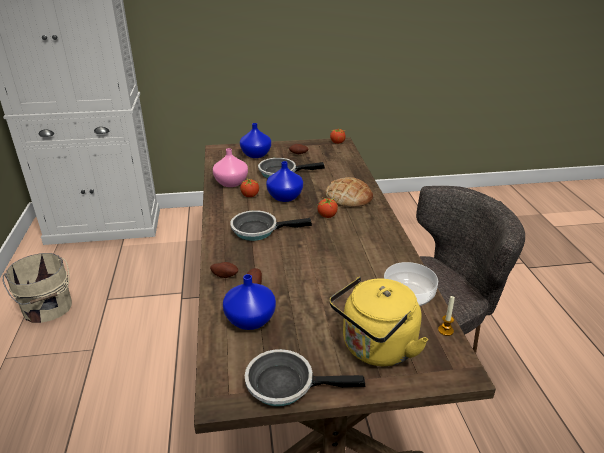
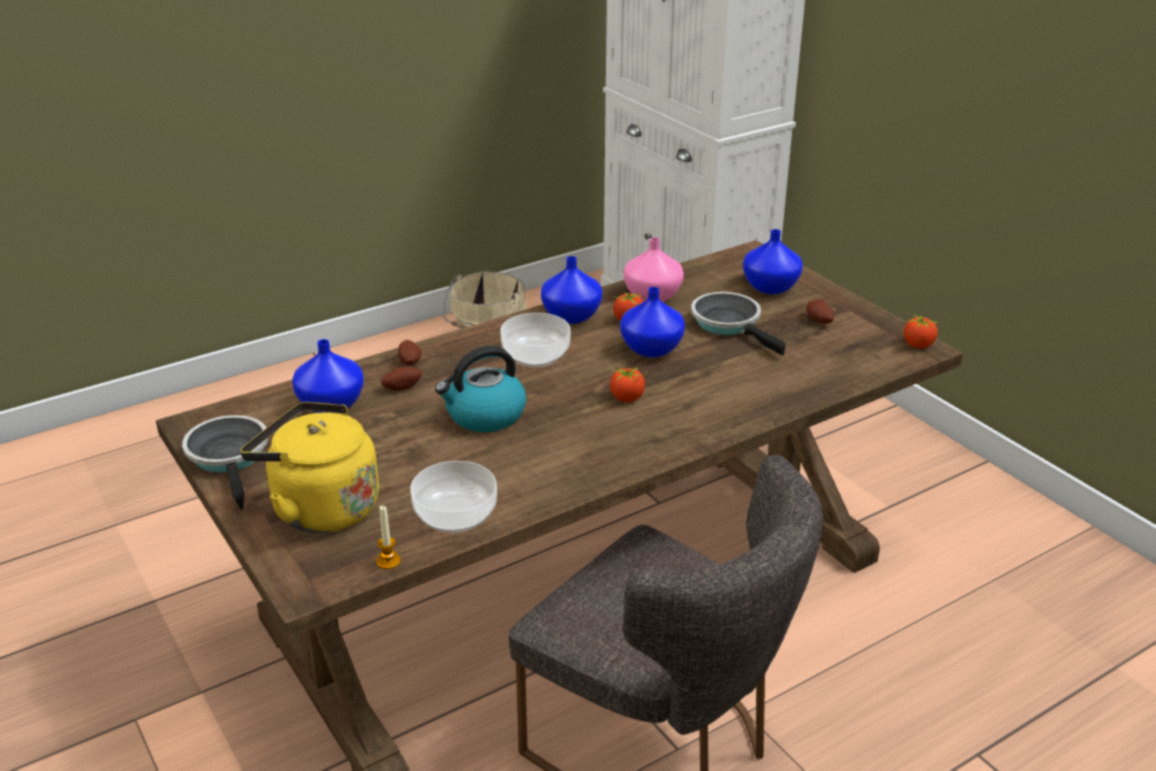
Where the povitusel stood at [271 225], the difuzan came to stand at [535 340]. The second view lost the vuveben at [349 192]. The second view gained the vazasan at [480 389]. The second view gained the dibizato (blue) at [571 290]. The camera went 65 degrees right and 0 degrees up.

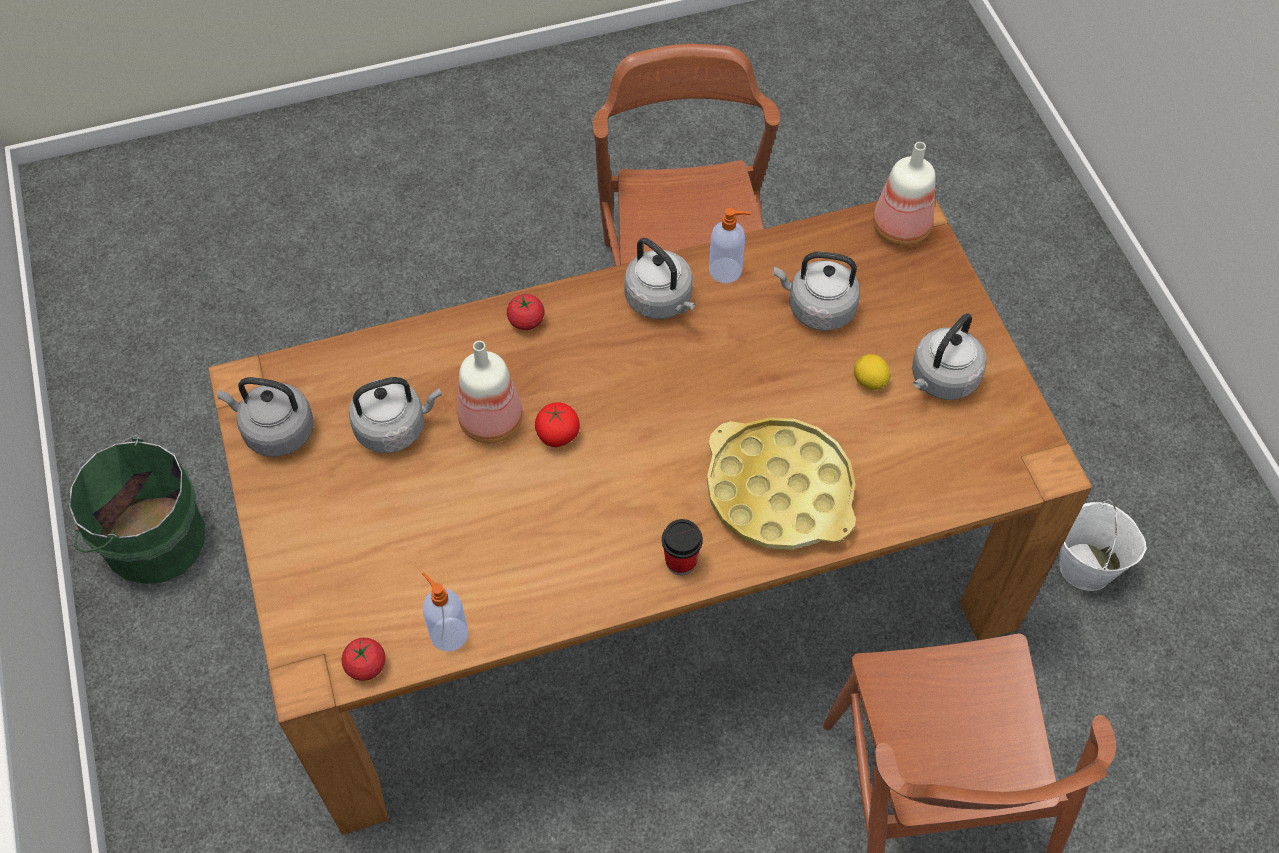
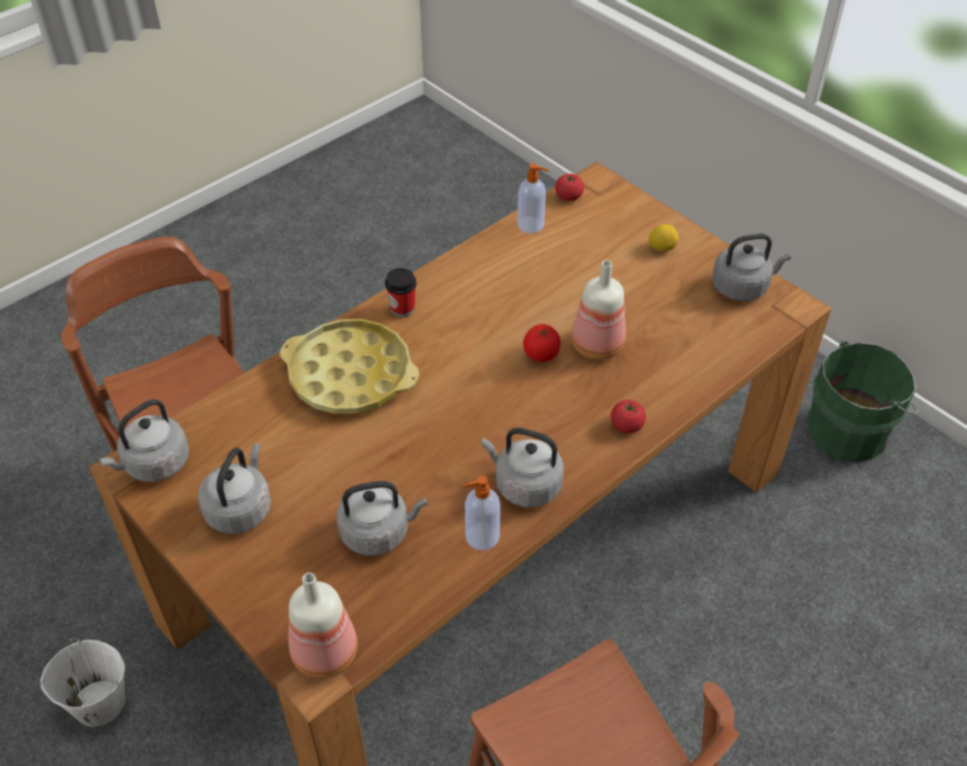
The vazasan (grey) ended up elsewhere, having gone from [395 415] to [143 440]. The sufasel ended up elsewhere, having gone from [872 372] to [663 238]. The camera went 155 degrees right and 10 degrees down.

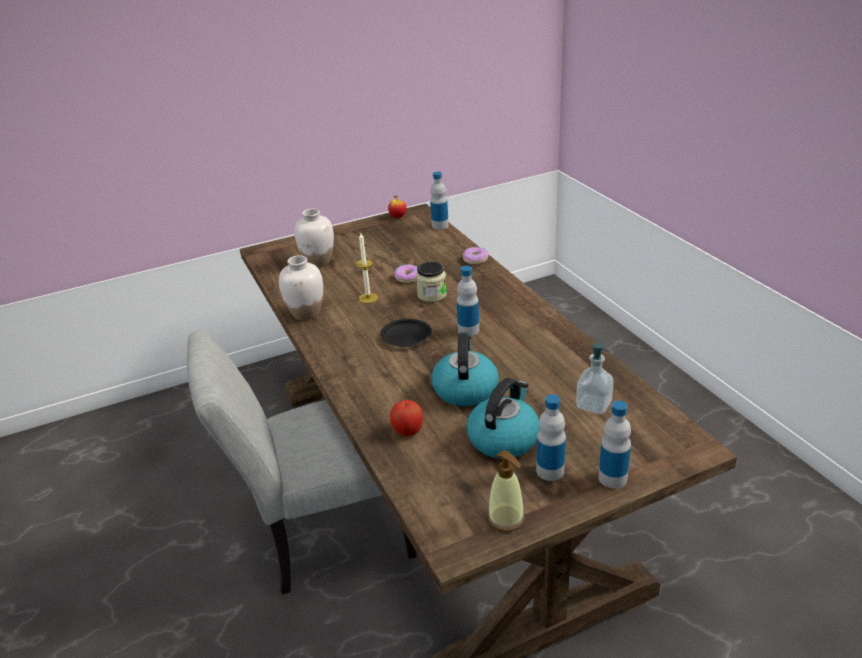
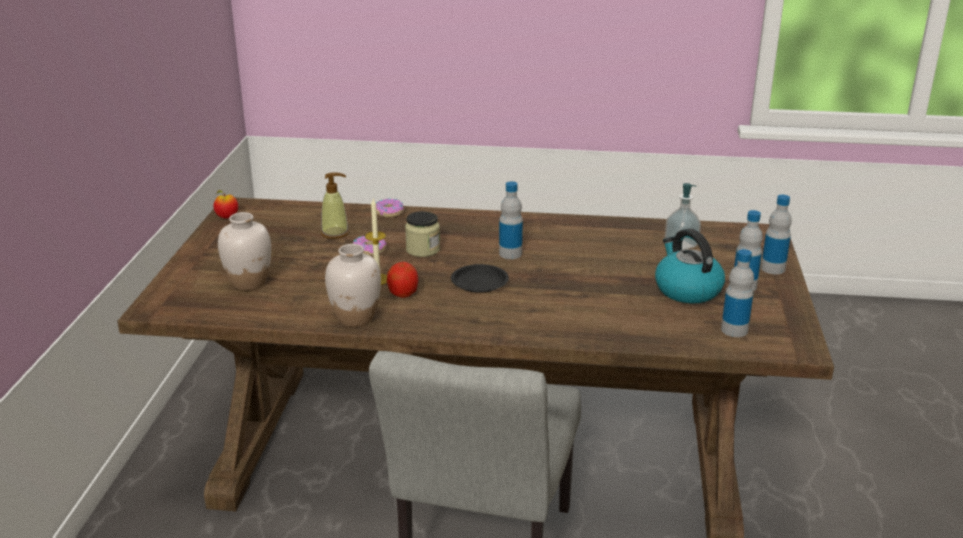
The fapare ended up elsewhere, having gone from [406 418] to [402 280]. The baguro ended up elsewhere, having gone from [439 201] to [737 293]. The second view lost the vazasan at [465 369]. The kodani ended up elsewhere, having gone from [506 491] to [335 206]. The camera went 60 degrees left and 5 degrees down.

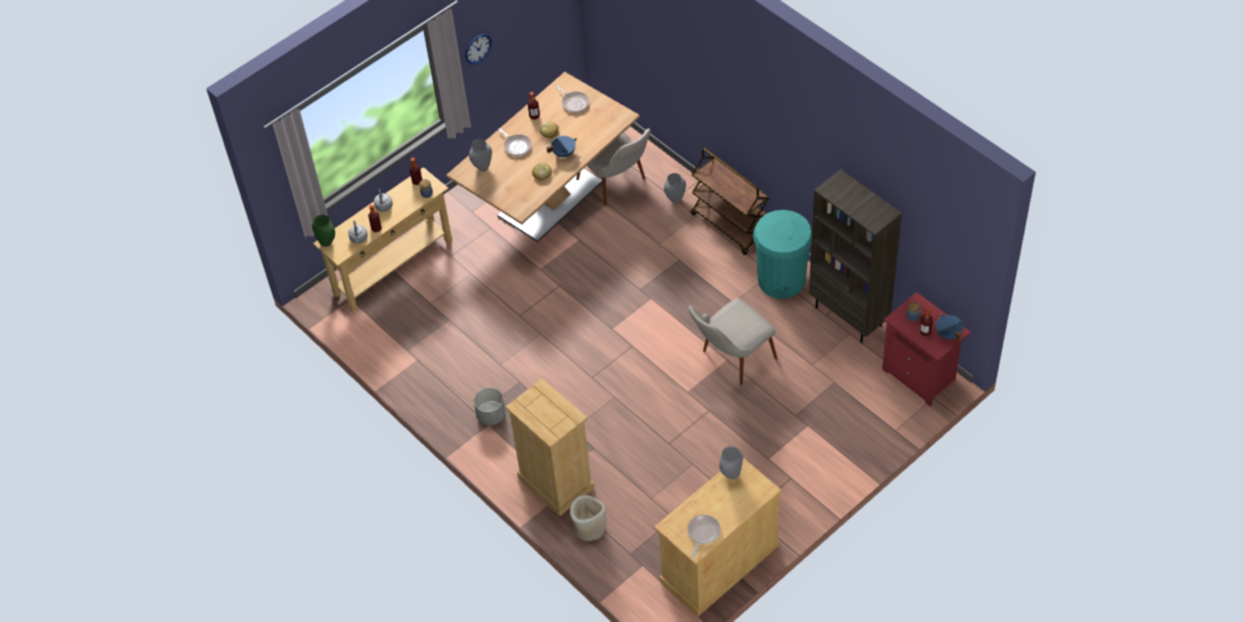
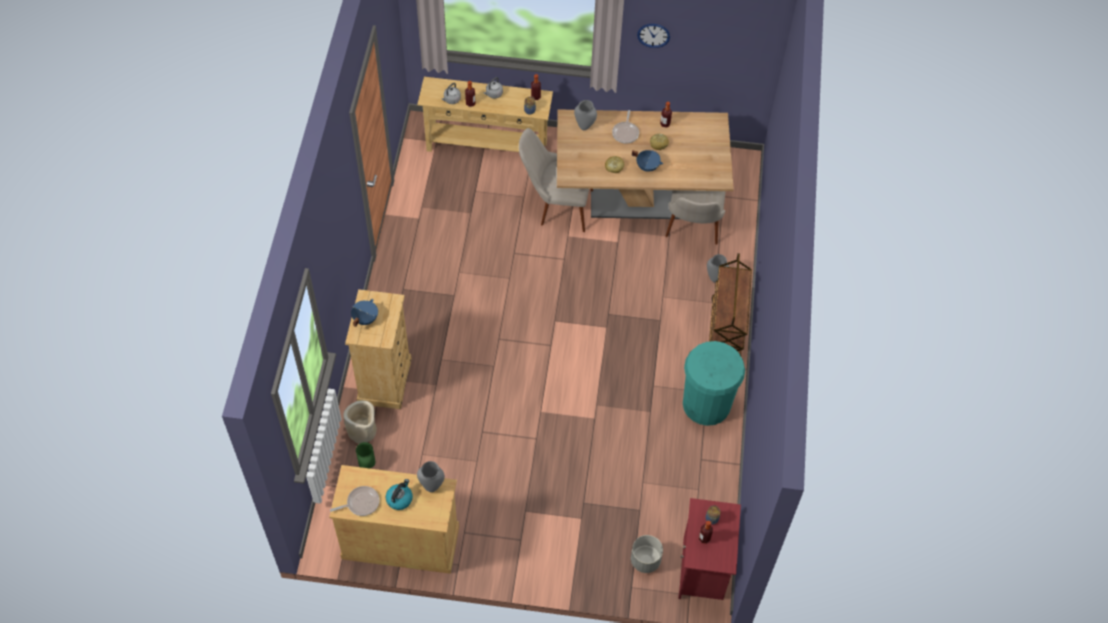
The dibizato (green) ended up elsewhere, having gone from [323 231] to [365 455]. The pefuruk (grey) ended up elsewhere, having gone from [490 406] to [647 554]. The second view lost the povitusel at [572 99]. The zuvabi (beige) ended up elsewhere, having gone from [732 341] to [556 180]. The second view lost the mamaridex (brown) at [855 256]. The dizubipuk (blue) ended up elsewhere, having gone from [949 327] to [364 313]. The second view gained the vazasan at [399 494]. The camera went 45 degrees right and 5 degrees up.

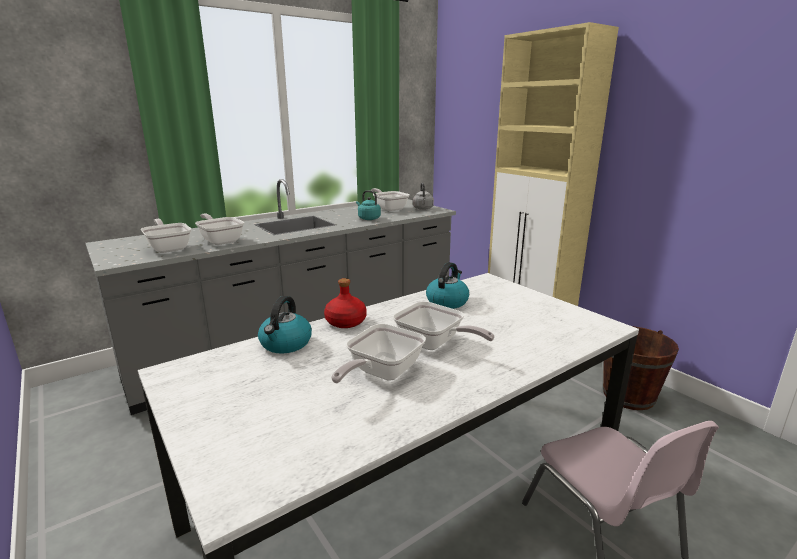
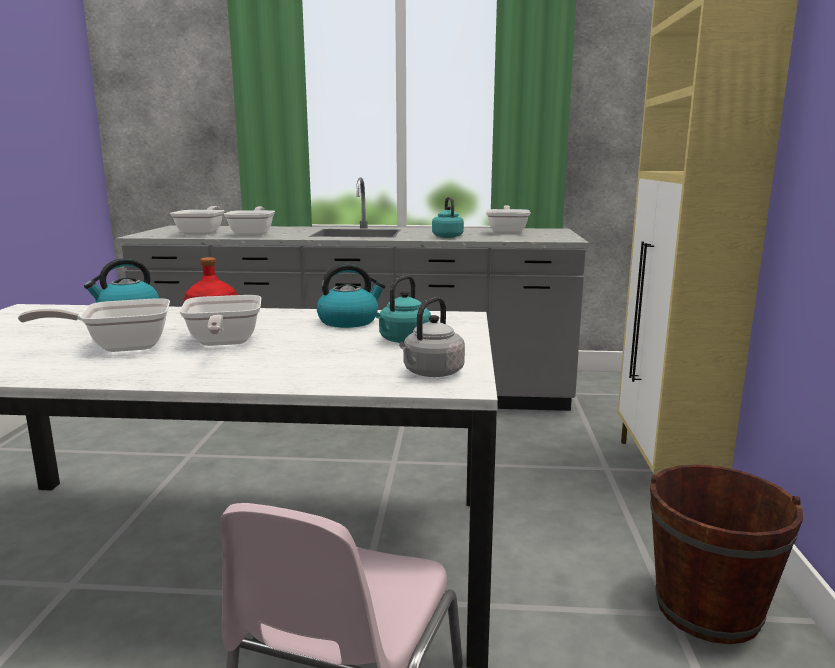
The vazasan (grey) ended up elsewhere, having gone from [423 196] to [432 337]. The second view gained the vazasan (turquoise) at [403 309]. The camera went 40 degrees right and 5 degrees down.

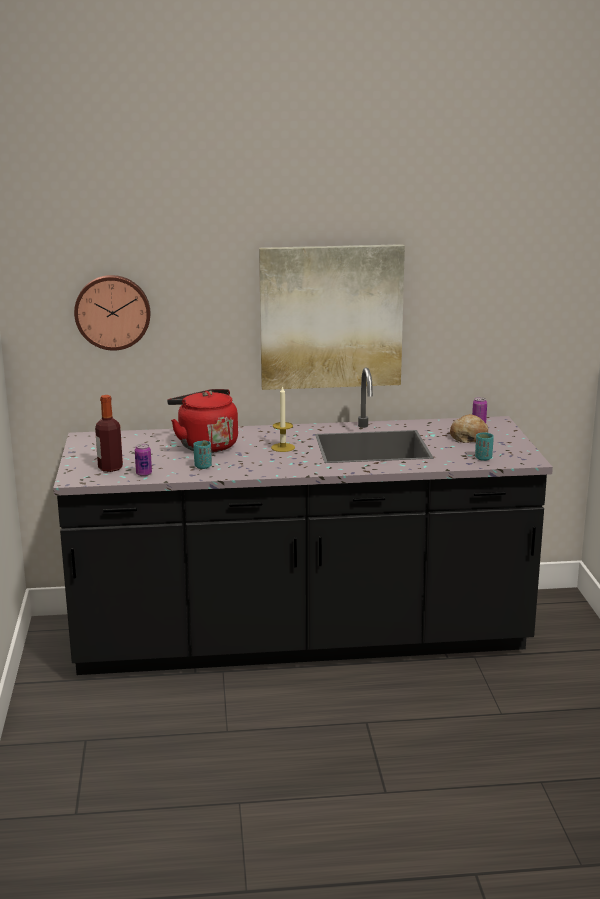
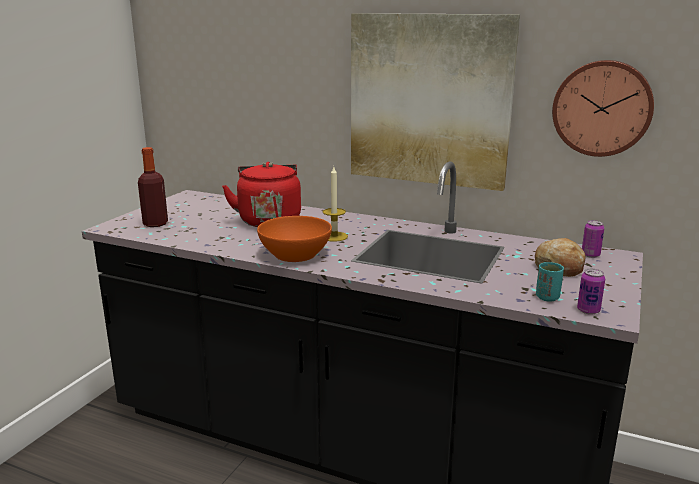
The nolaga ended up elsewhere, having gone from [112 313] to [603 108]. The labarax ended up elsewhere, having gone from [143 460] to [591 292]. The second view lost the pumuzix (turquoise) at [202 455]. The second view gained the difuzan (orange) at [294 239]. The camera went 30 degrees right and 0 degrees up.

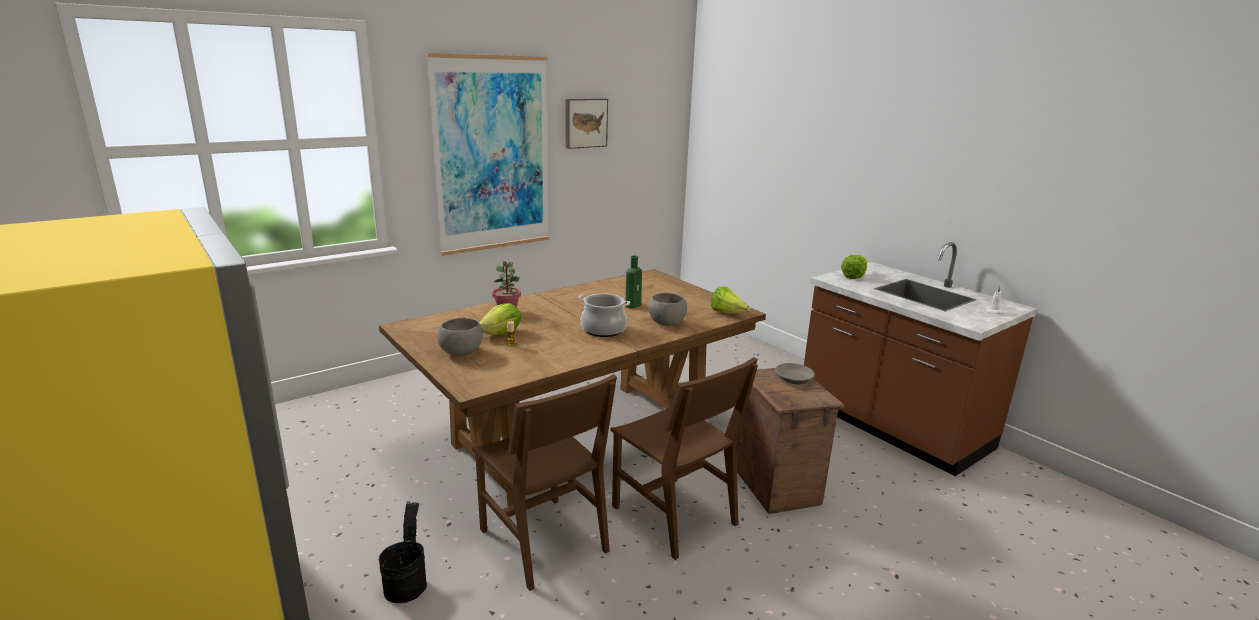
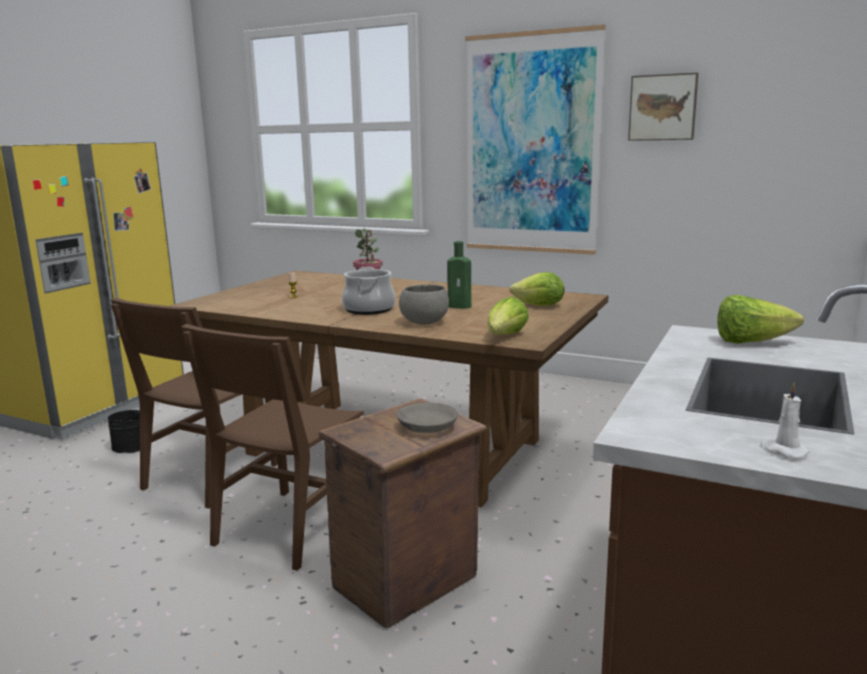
The second view lost the difuzan (grey) at [460 337]. The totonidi ended up elsewhere, having gone from [500 319] to [537 289]. The camera went 65 degrees right and 5 degrees down.

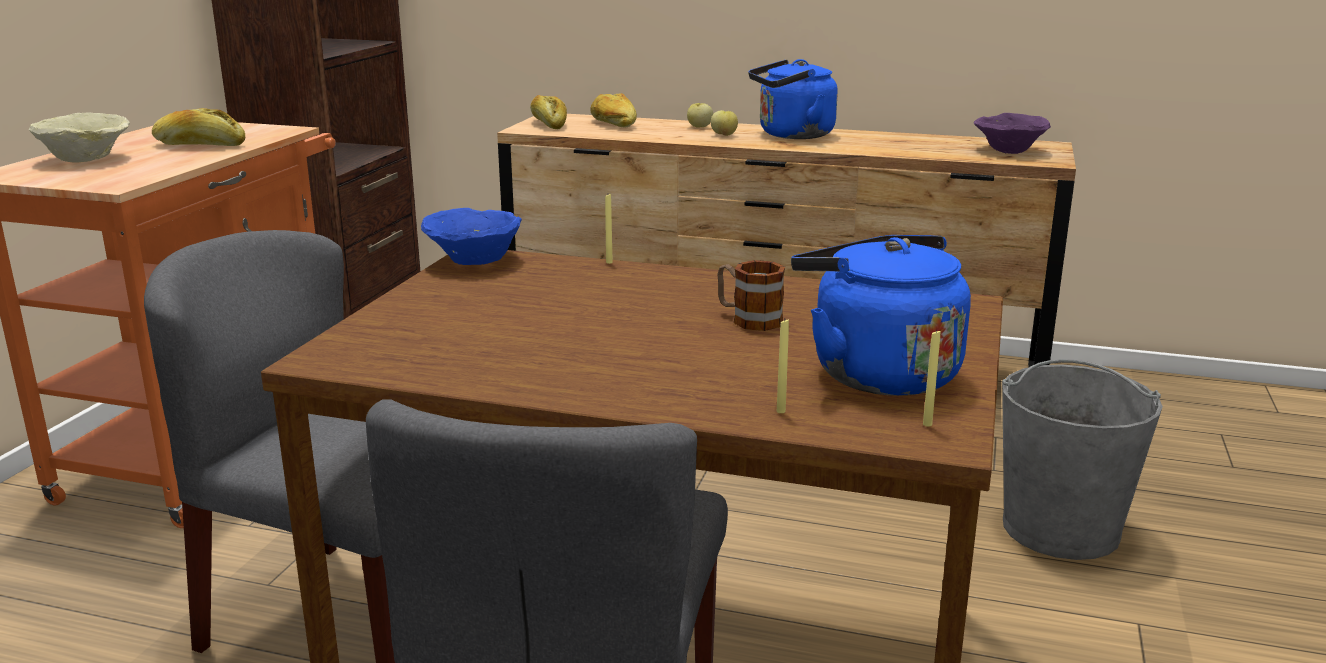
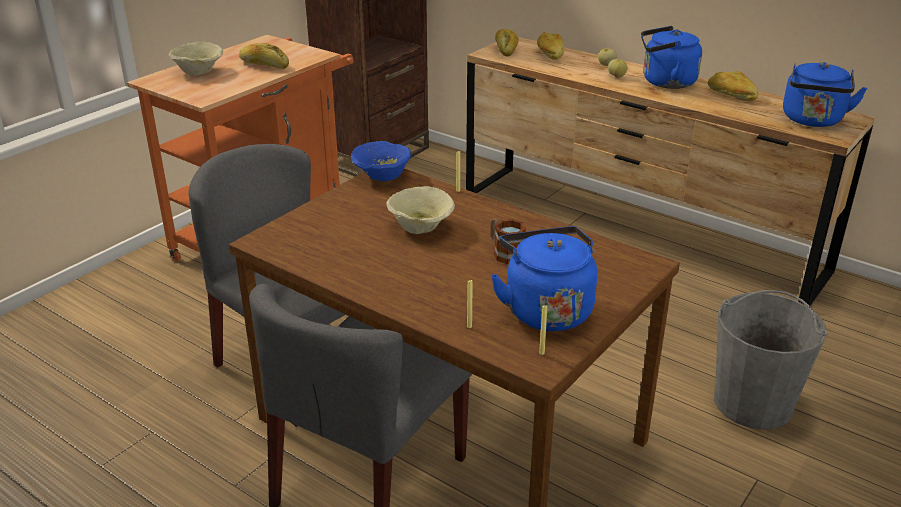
Where the difuzan (purple) stood at [1012 133], the vazasan (blue) came to stand at [825 94]. The second view gained the difuzan (beige) at [420 210]. The second view gained the vuveben at [733 86]. The camera went 20 degrees right and 10 degrees up.

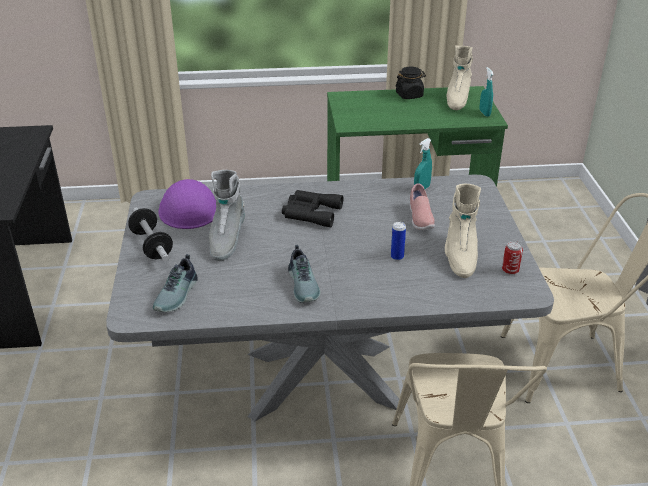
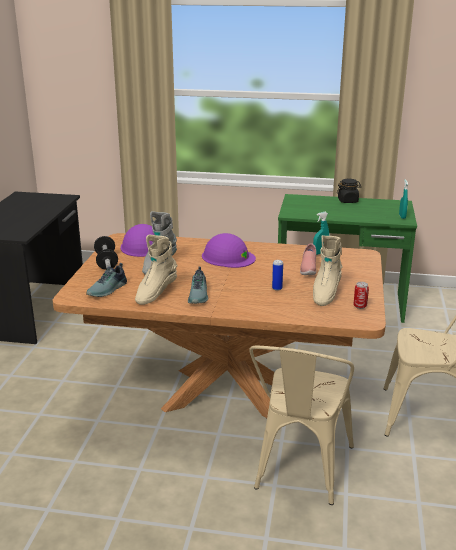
What was the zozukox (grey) at [330 298] turned into the zozukox (brown) at [219 325]. Where the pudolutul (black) stood at [312 208], the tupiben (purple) came to stand at [229 250]. The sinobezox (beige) ended up elsewhere, having gone from [459 77] to [156 269]. The camera went 15 degrees right and 10 degrees down.

